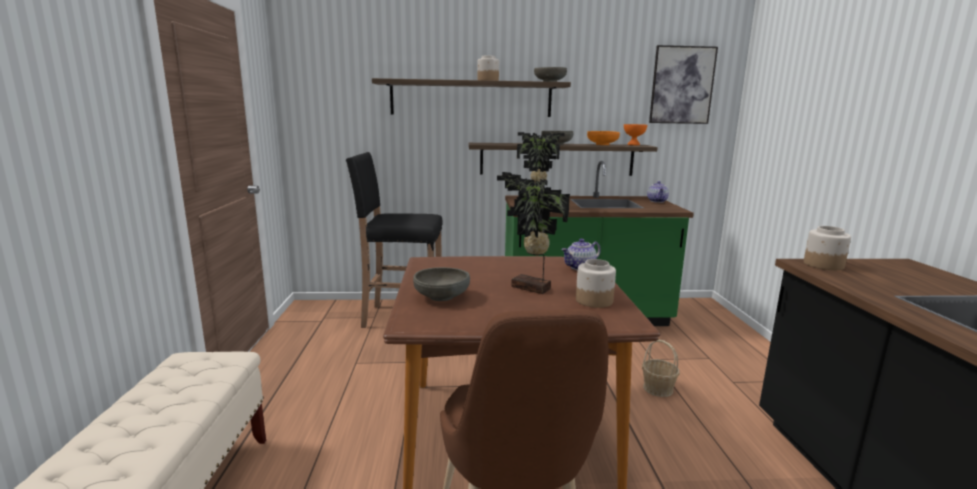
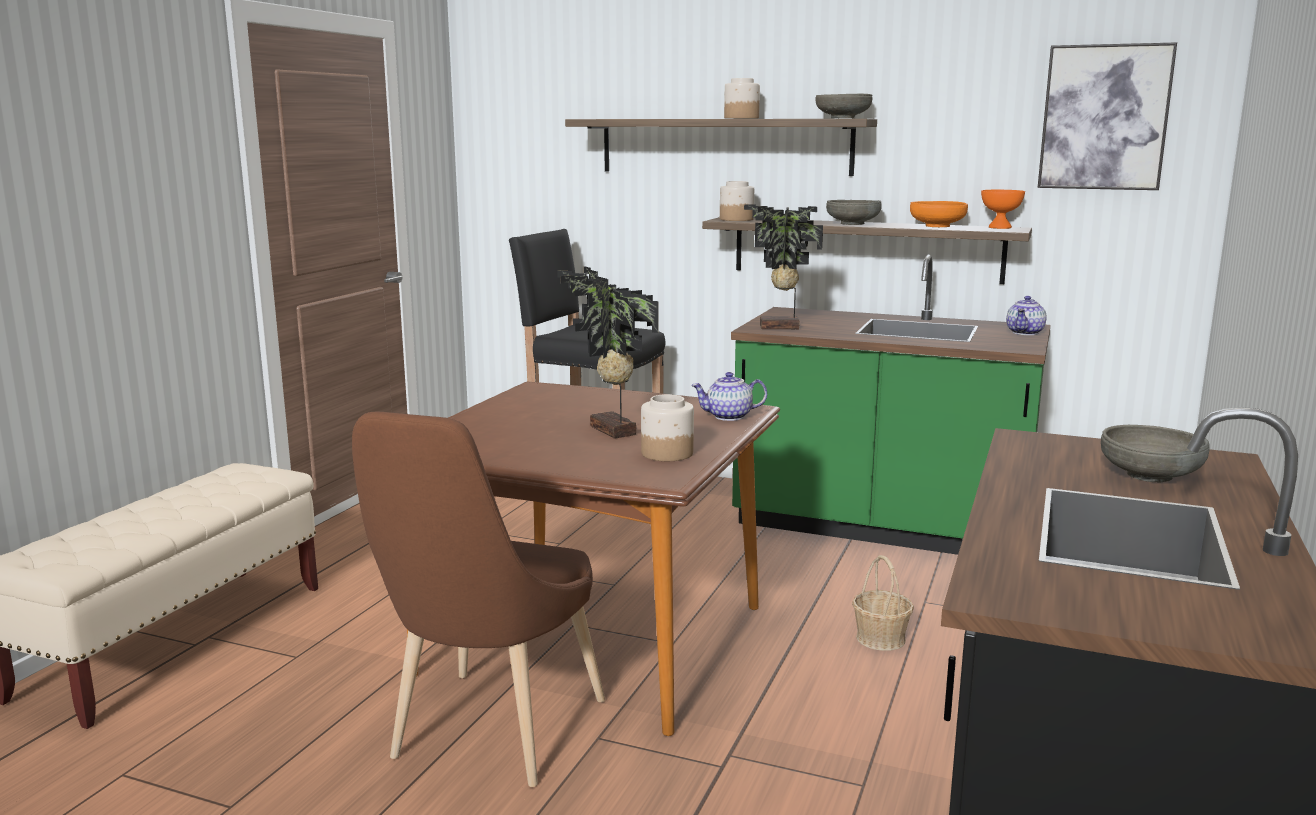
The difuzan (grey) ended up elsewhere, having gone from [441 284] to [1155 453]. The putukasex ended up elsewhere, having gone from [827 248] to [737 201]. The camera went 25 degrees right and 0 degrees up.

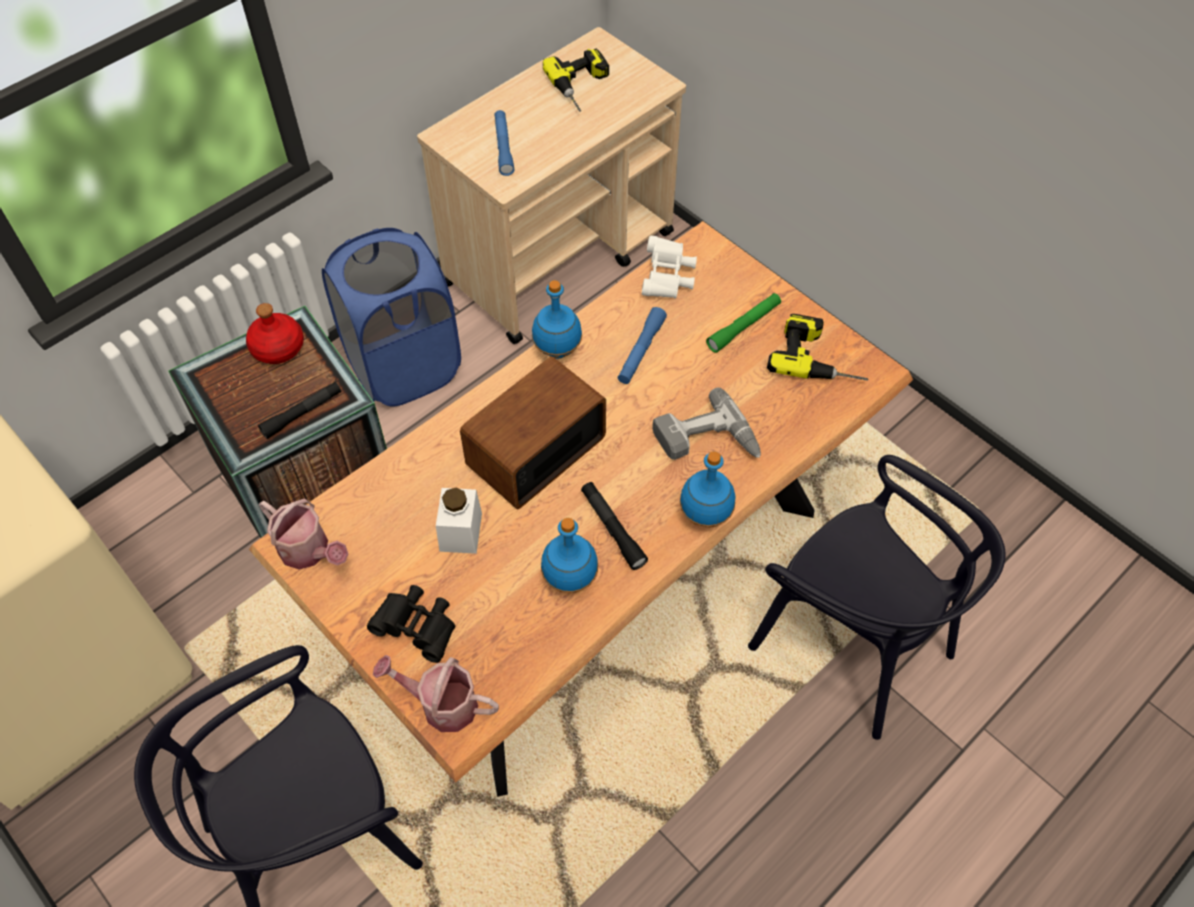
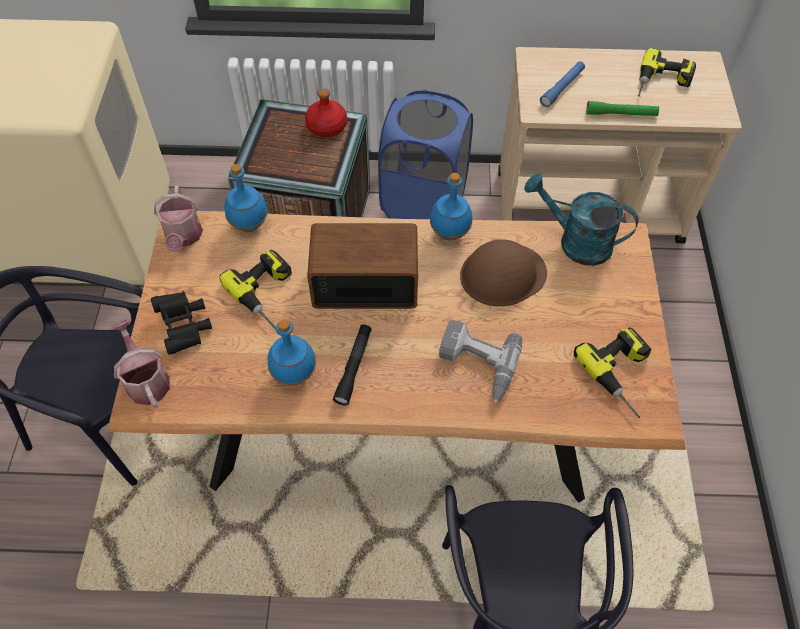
The second view lost the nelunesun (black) at [299 410]. Where the putukasex (white) stood at [459 521], the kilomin came to stand at [256 290]. Where the nelunesun (blue) stood at [642 345], the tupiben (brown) came to stand at [503 272]. Where the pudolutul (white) stood at [669 267], the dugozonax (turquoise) came to stand at [581 219]. The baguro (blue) ended up elsewhere, having gone from [707 489] to [246 198]. The nelunesun (green) ended up elsewhere, having gone from [743 323] to [622 108]. The camera went 45 degrees right and 0 degrees up.

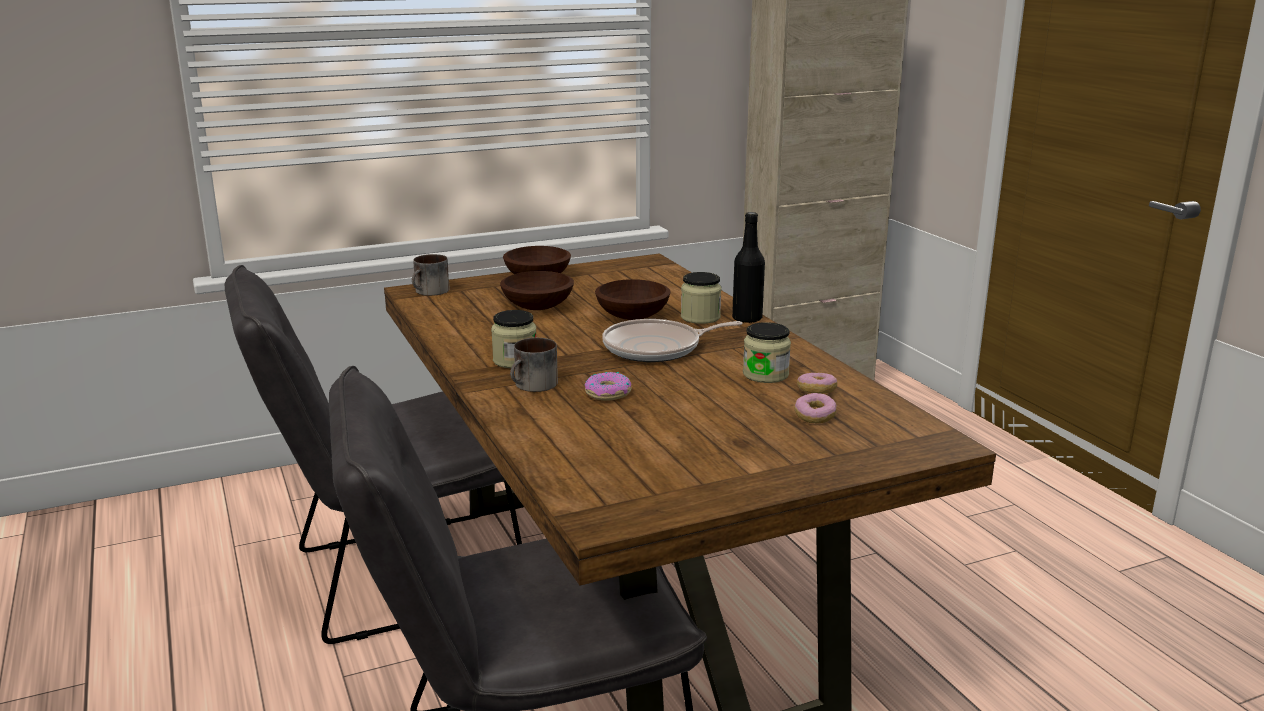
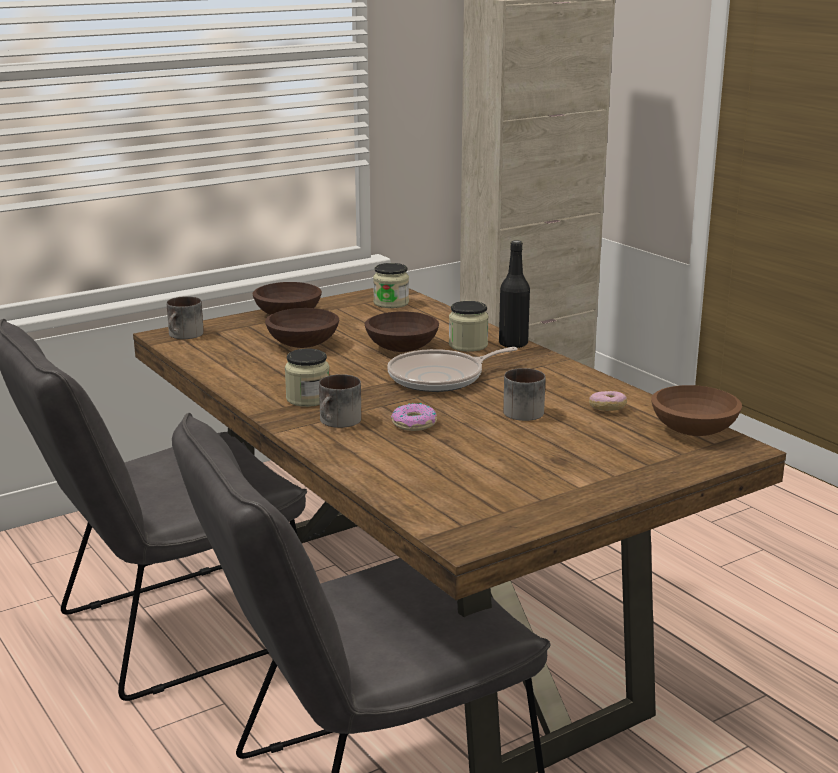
The putukasex ended up elsewhere, having gone from [767 352] to [391 285]. The second view lost the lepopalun at [816 408]. The second view gained the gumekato at [524 394]. The second view gained the difuzan (brown) at [696 410]. The camera went 10 degrees left and 0 degrees up.

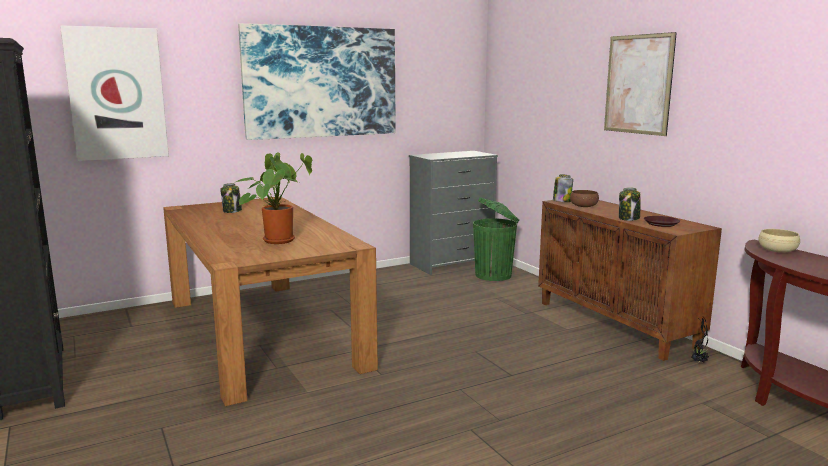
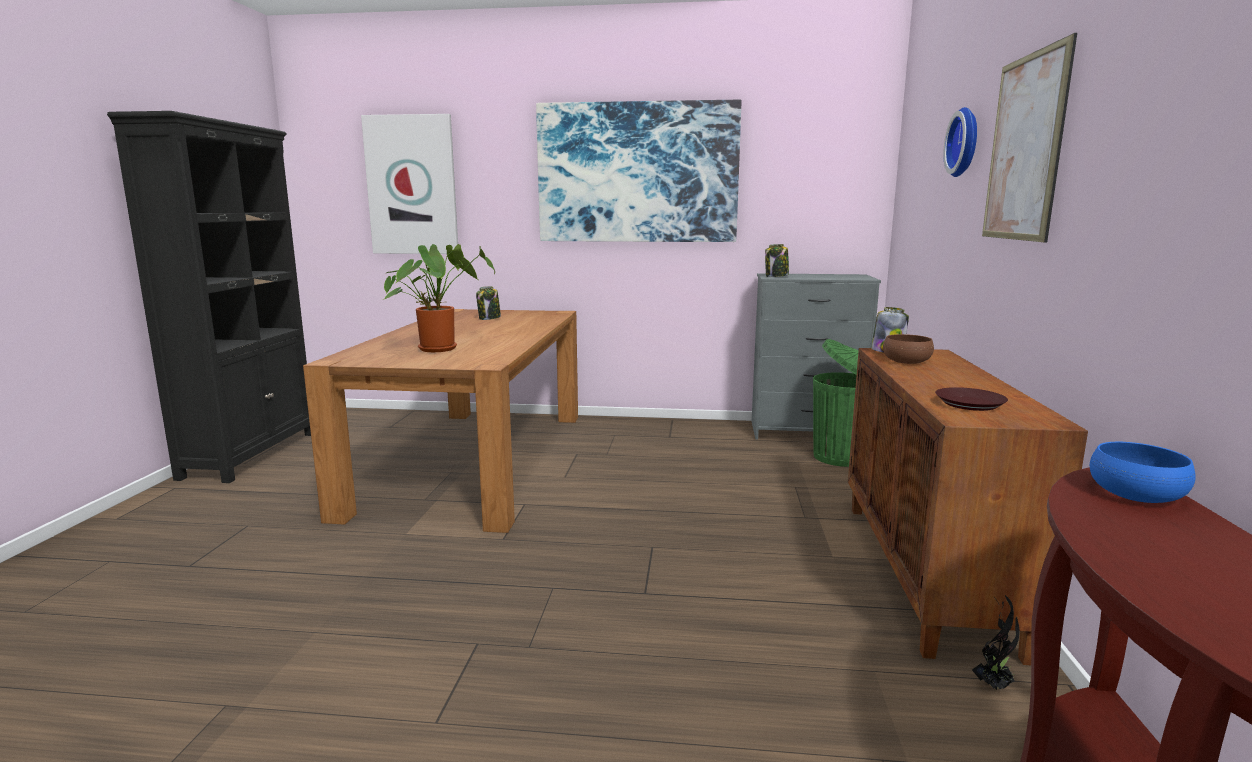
The putukasex ended up elsewhere, having gone from [630 204] to [777 260]. What was the difuzan (beige) at [779 241] turned into the difuzan (blue) at [1143 472]. The second view gained the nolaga at [960 142]. The camera went 35 degrees right and 0 degrees up.

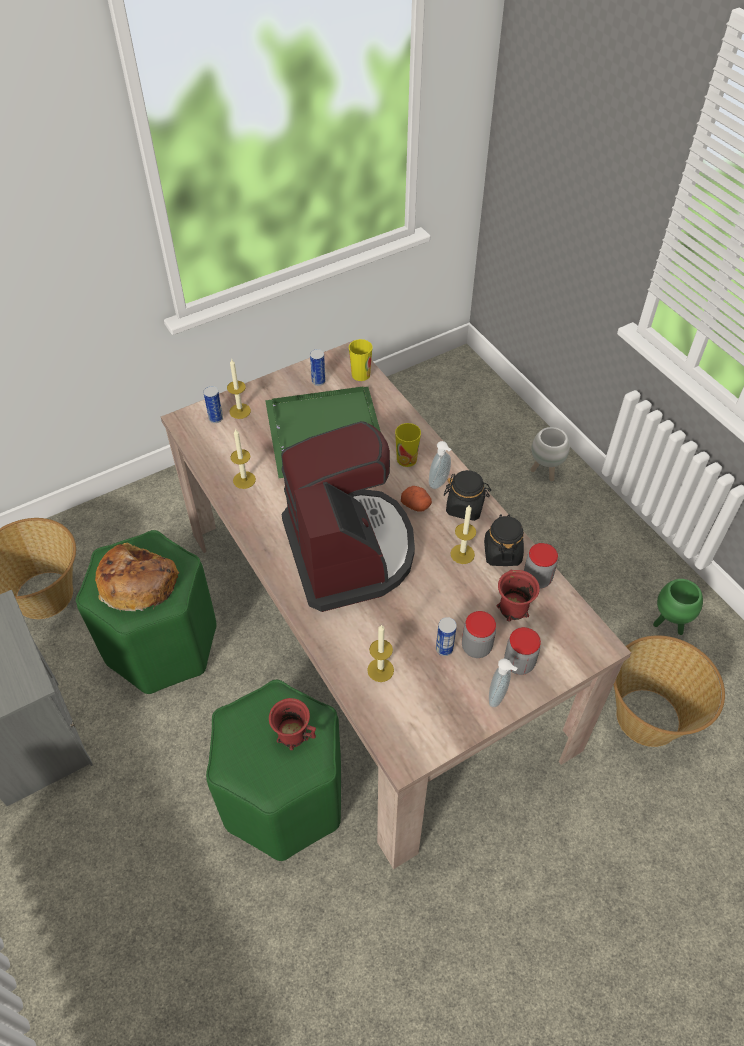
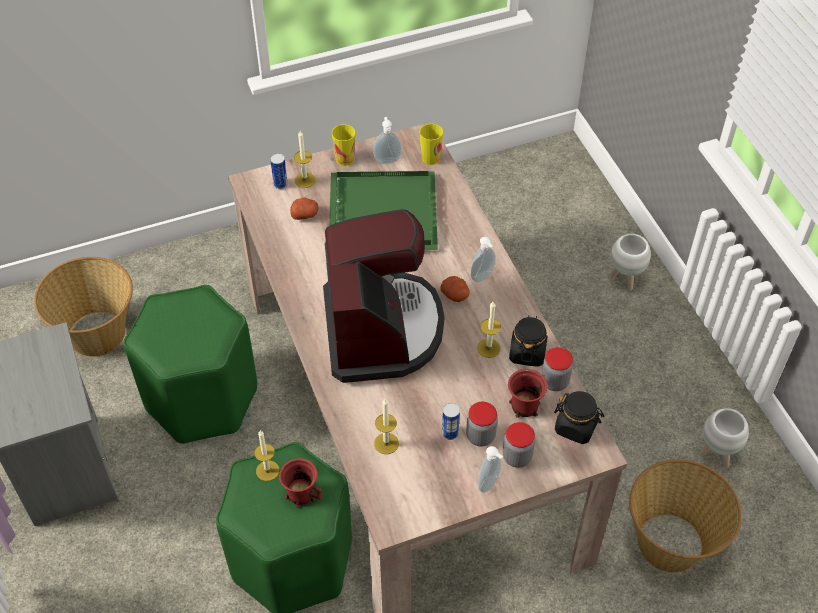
The second view lost the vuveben at [137 576]. The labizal ended up elsewhere, having gone from [243 459] to [266 456]. Where the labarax stood at [318 367], the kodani came to stand at [387 140]. The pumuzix ended up elsewhere, having gone from [408 445] to [343 145]. The putukasex (black) ended up elsewhere, having gone from [467 495] to [579 417]. What was the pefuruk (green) at [678 607] turned into the pefuruk (white) at [724 438]. The second view gained the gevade at [304 209]. The camera went 10 degrees right and 0 degrees up.

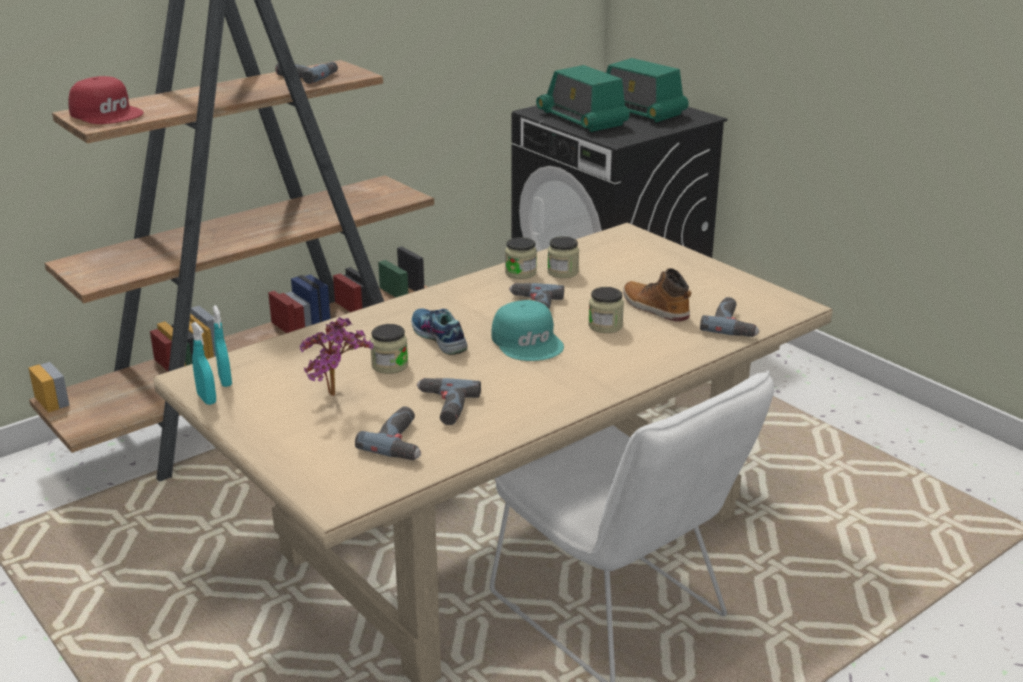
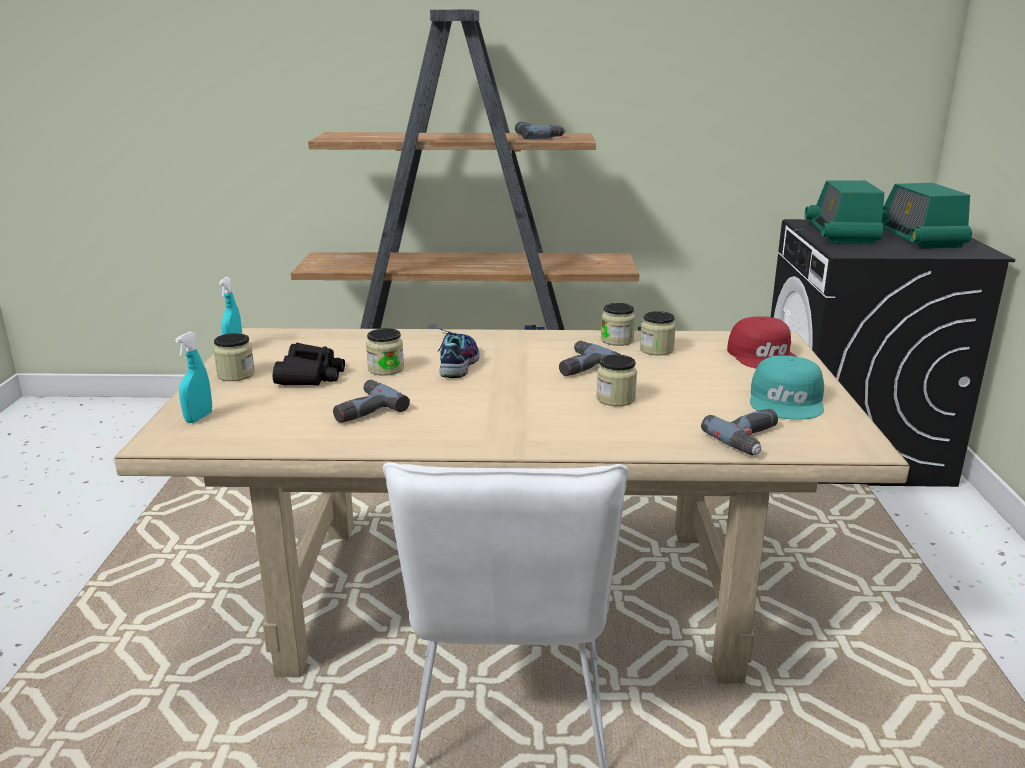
The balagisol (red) ended up elsewhere, having gone from [106 100] to [762 342]. The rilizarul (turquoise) ended up elsewhere, having gone from [222 346] to [193 377]. Where the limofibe stood at [336 356], the pudolutul (black) came to stand at [309 364]. The second view lost the kilomin at [388 433]. The balagisol (turquoise) ended up elsewhere, having gone from [527 330] to [787 388]. The second view lost the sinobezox at [657 295]. The second view gained the putukasex at [234 357]. The camera went 40 degrees right and 5 degrees down.

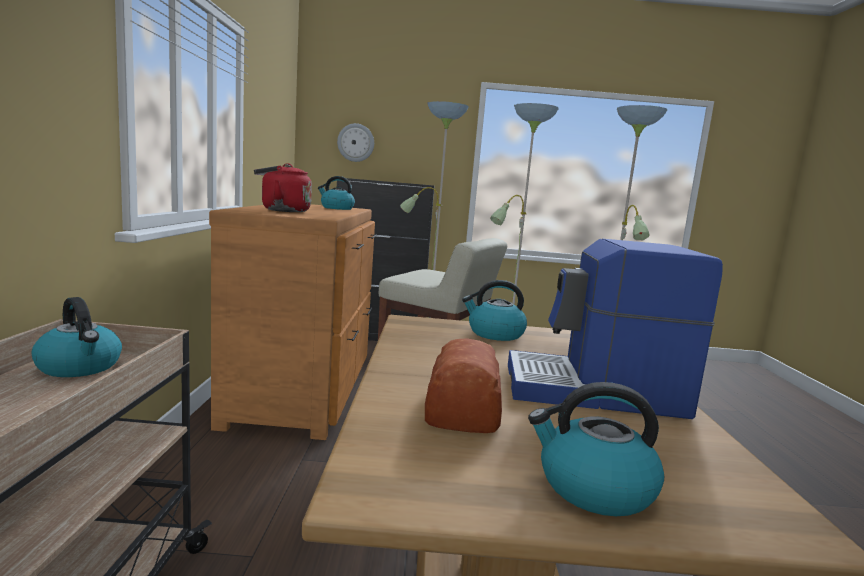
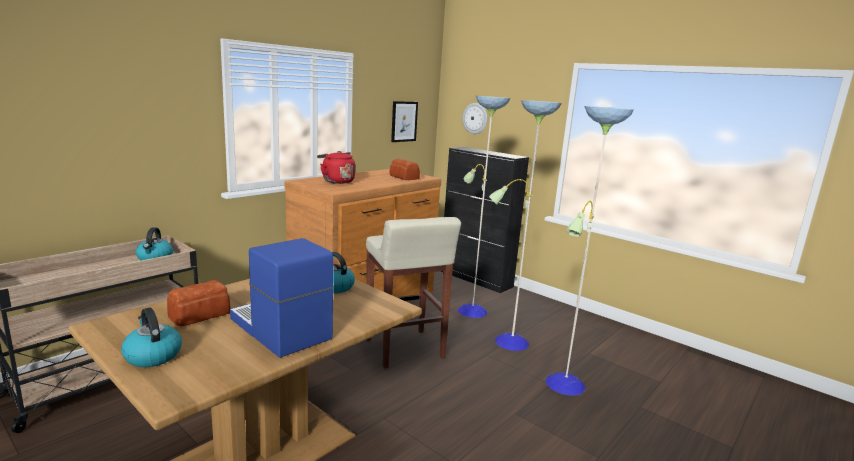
Where the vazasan stood at [336 193], the vuveben came to stand at [405 169]. The second view gained the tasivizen at [404 121]. The camera went 40 degrees right and 5 degrees up.

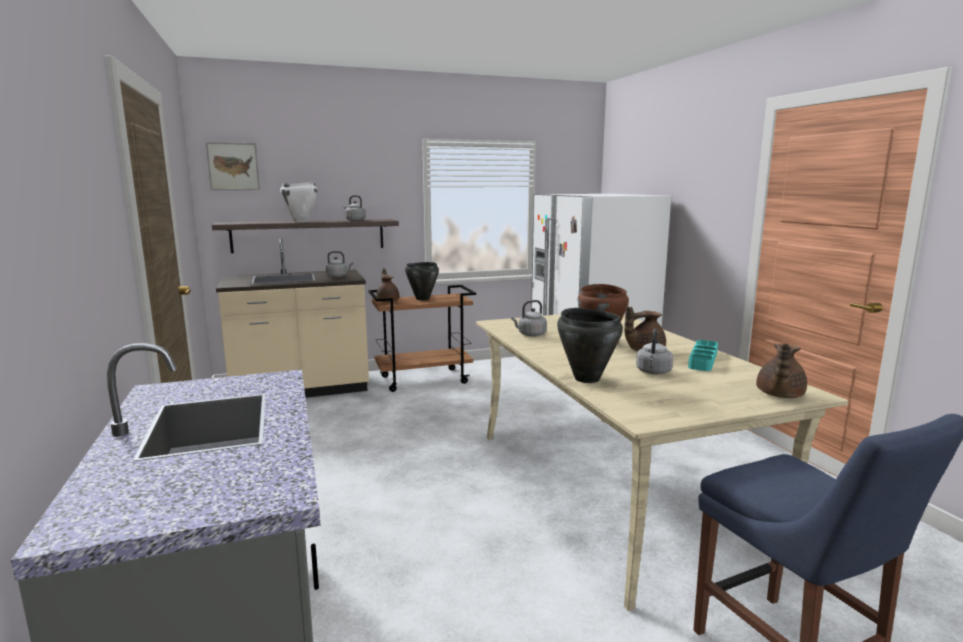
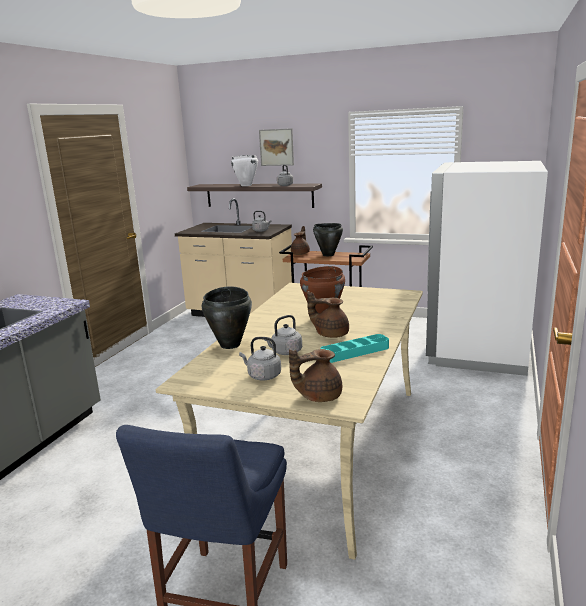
The tasivizen ended up elsewhere, having gone from [233 166] to [276 147]. The vazasan (grey) ended up elsewhere, having gone from [529 318] to [260 358]. The camera went 40 degrees right and 5 degrees up.

